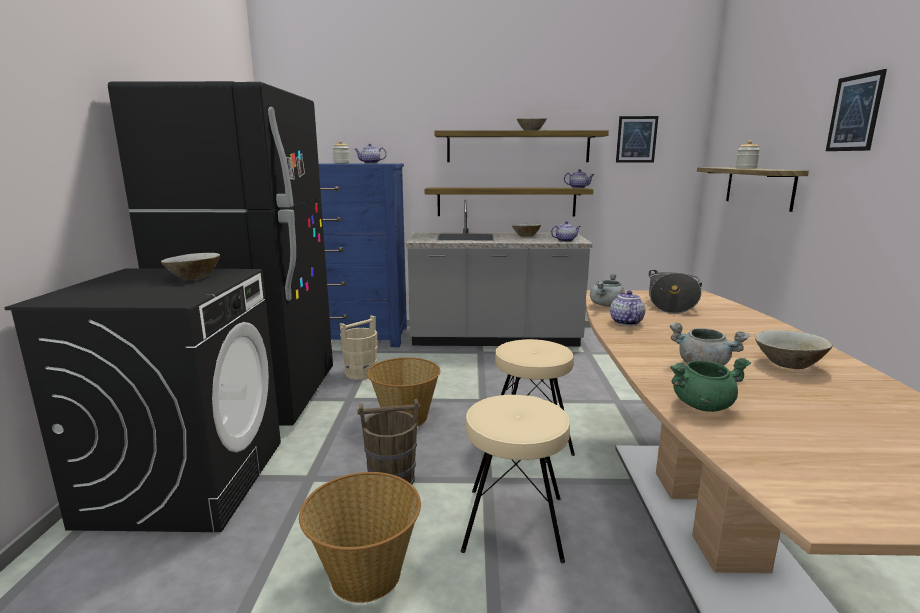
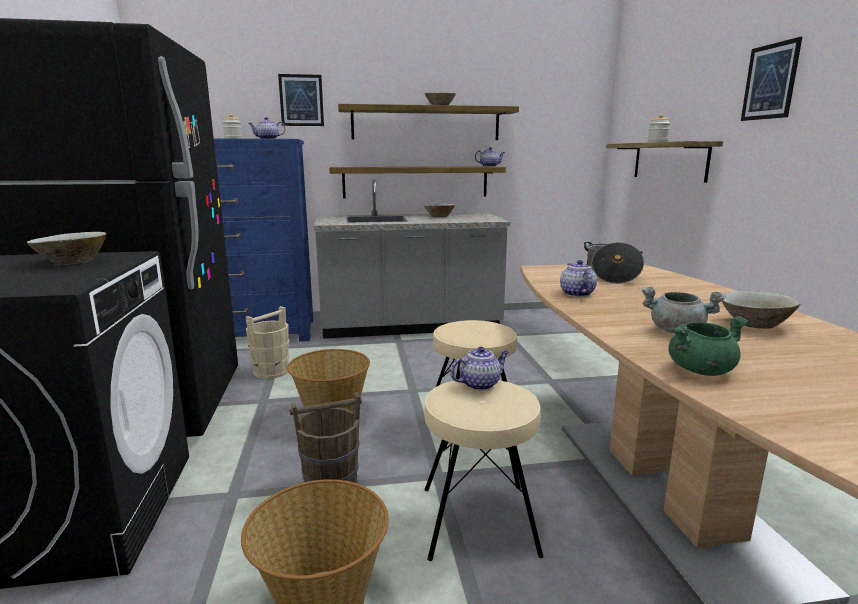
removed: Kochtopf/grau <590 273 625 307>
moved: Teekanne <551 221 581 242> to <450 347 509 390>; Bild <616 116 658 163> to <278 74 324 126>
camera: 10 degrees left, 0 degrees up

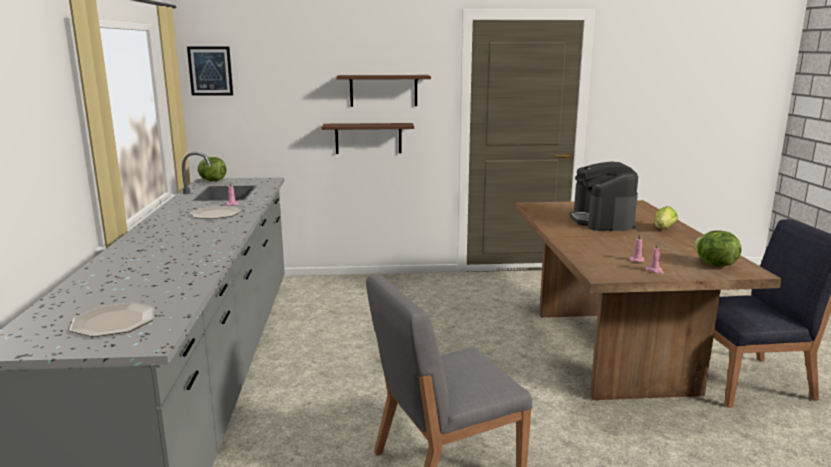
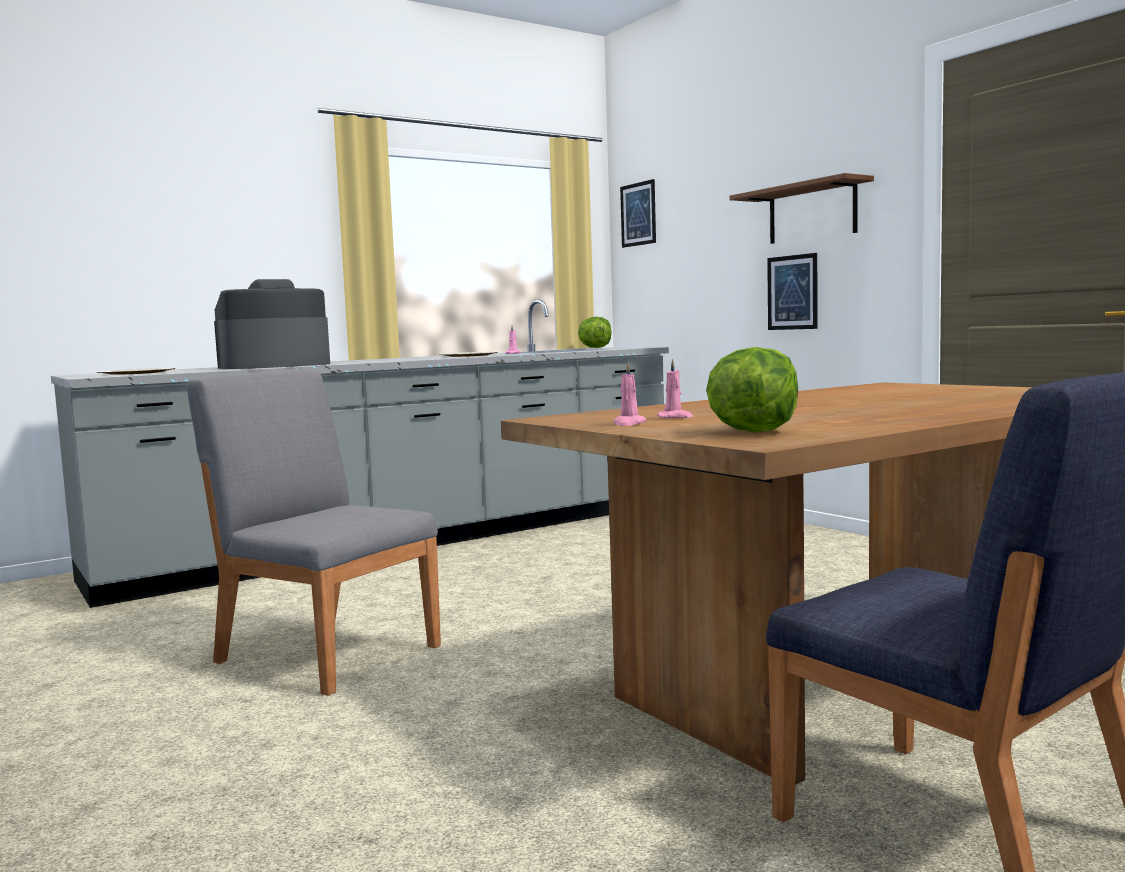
removed: Salatkopf <654 206 678 229>
moved: Kaffeemaschine <569 162 638 231> to <214 279 330 369>
replaced: Wandregal/braun <322 123 414 154> to Bild <767 253 818 330>
camera: 60 degrees right, 10 degrees down

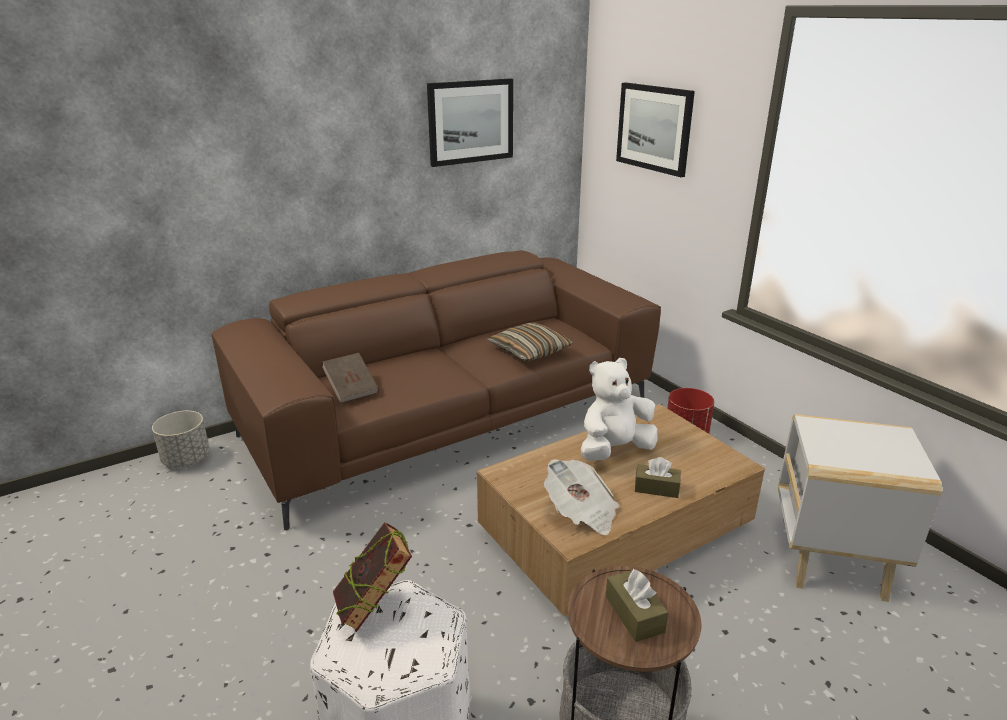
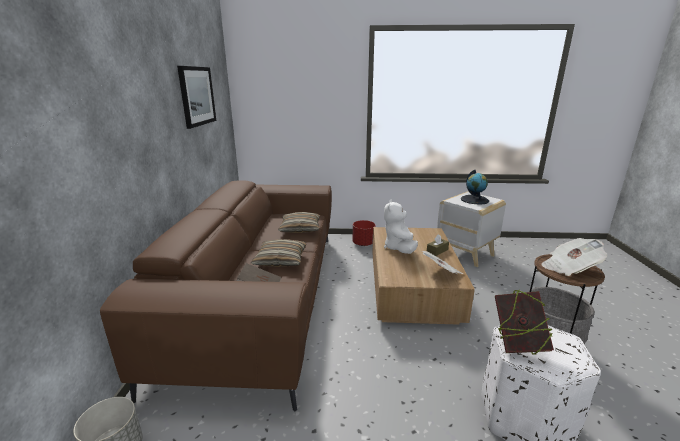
removed: Bild <616 82 695 177>
added: Kissen <251 239 306 267>; Globus <461 170 489 205>
replaced: Taschentuchbox/braun <606 568 668 642> to Zeitung <541 238 607 276>
camera: 55 degrees left, 5 degrees down

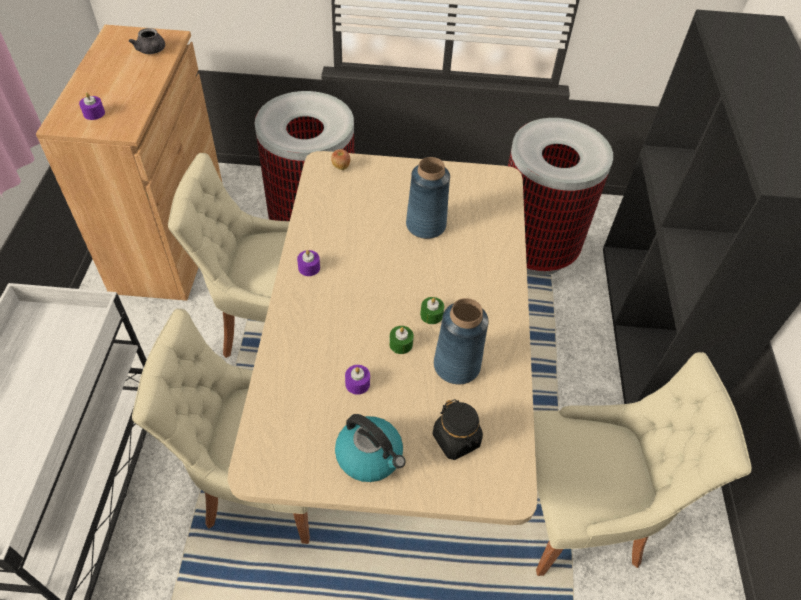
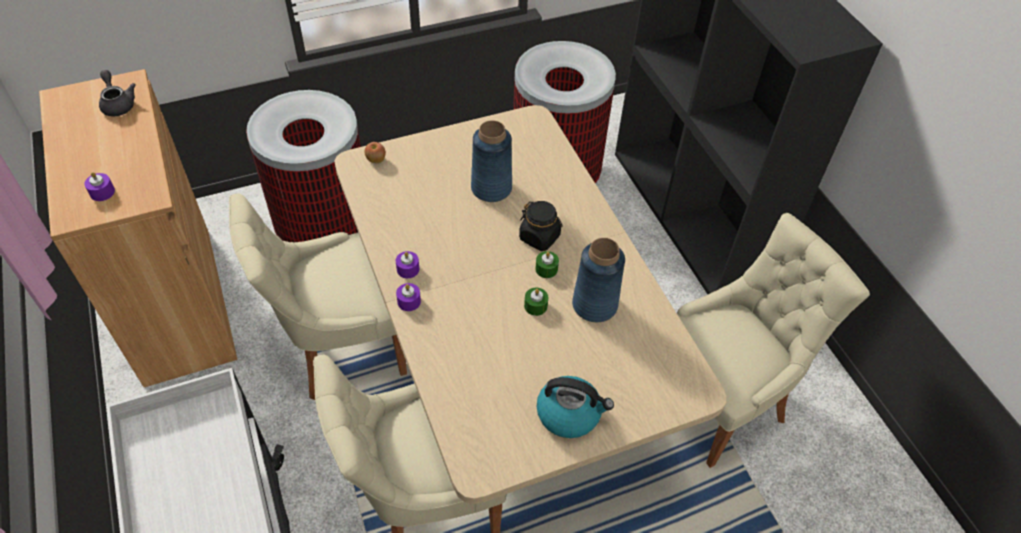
moved: Kerze/lila <345 365 370 395> to <396 283 421 311>; Vorratsglas/schwarz <432 399 483 460> to <519 201 563 251>
turned: Teekanne/grau <129 28 165 54> = <99 70 135 117> 150 degrees counterclockwise
camera: 25 degrees left, 0 degrees up

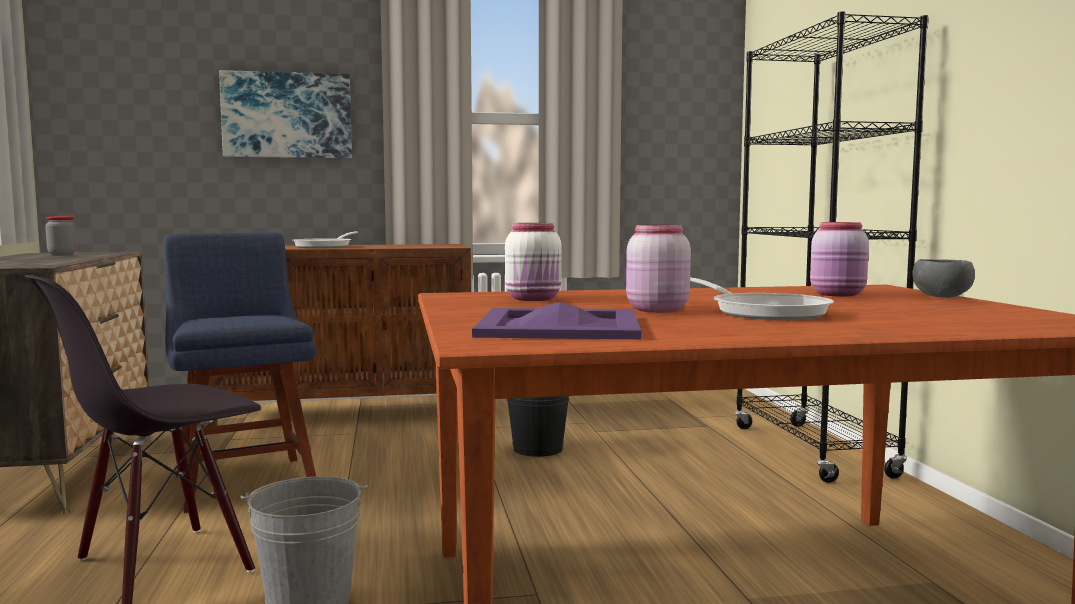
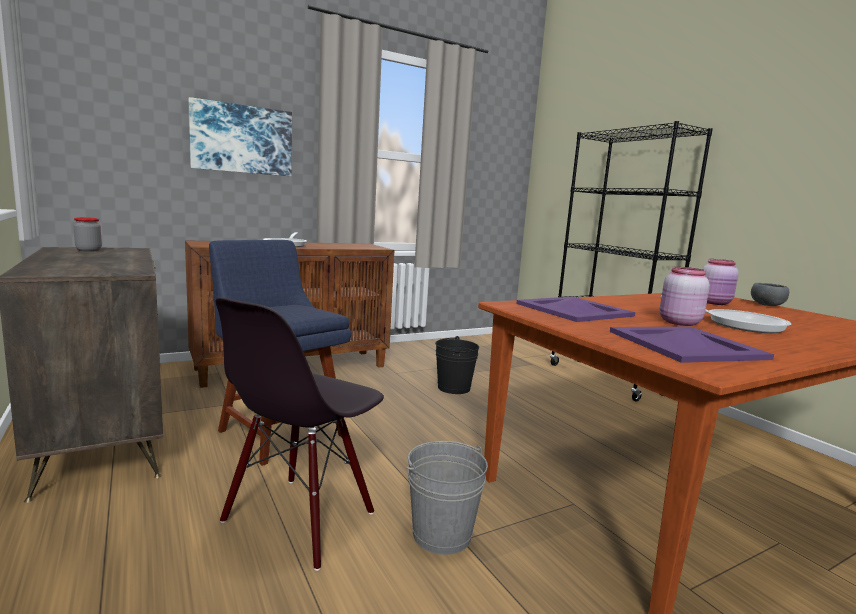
replaced: Vorratsglas/weiß <505 223 562 301> to Tablett/lila <517 297 635 322>
camera: 20 degrees left, 5 degrees up

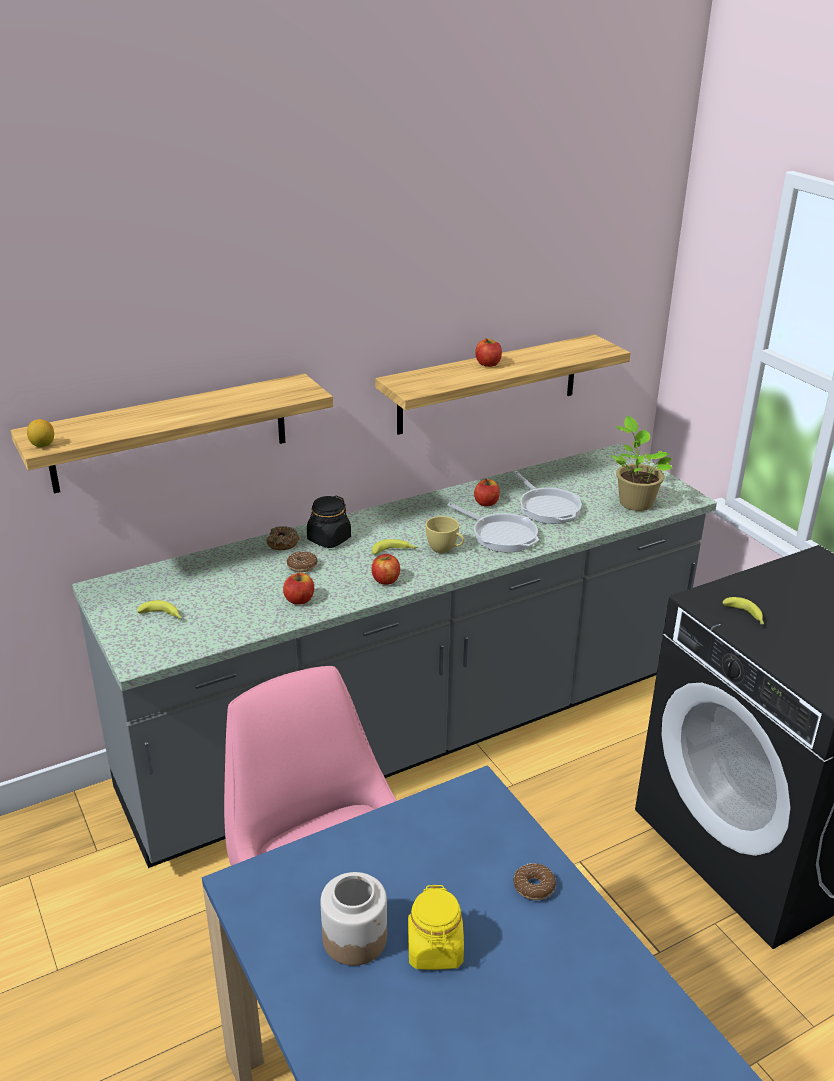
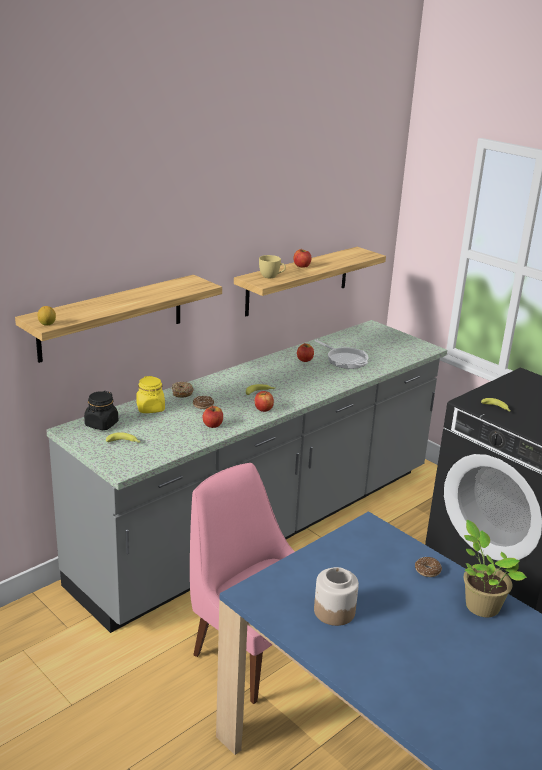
removed: Pfanne <447 503 539 553>
moved: Vorratsglas/schwarz <307 496 351 548> to <84 391 118 430>; Vorratsglas/gelb <408 885 464 970> to <136 376 165 413>; Tasse/gelb <426 516 464 553> to <259 255 286 278>; Topfpflanze <611 416 673 511> to <464 520 527 617>
camera: 15 degrees left, 5 degrees down

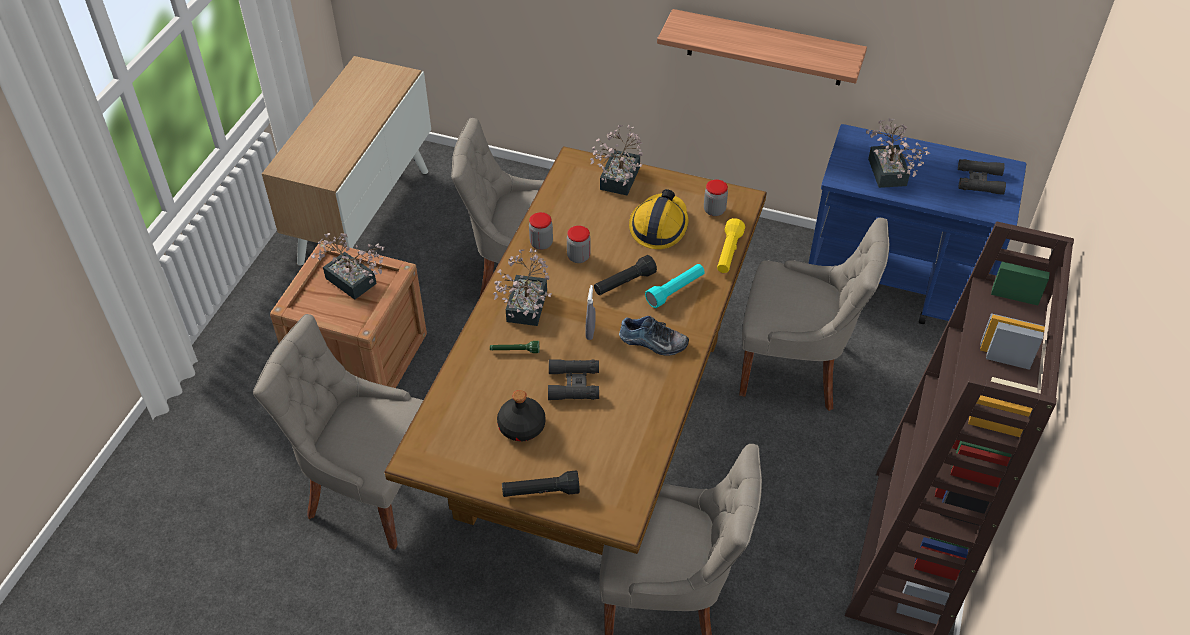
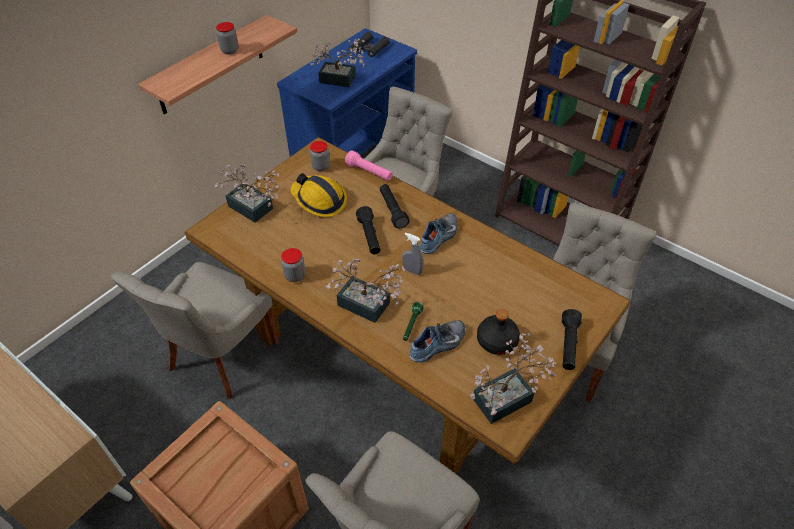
removed: Fernglas/schwarz <548 359 599 400>
added: Schuh <409 320 465 363>
moved: Topfpflanze <311 233 384 300> to <470 333 556 424>; Vorratsglas <567 226 591 263> to <216 22 239 54>
recoloured: Taschenlampe/türkis <645 264 705 308> to Taschenlampe/schwarz <380 184 409 229>; Taschenlampe/gelb <717 218 745 273> to Taschenlampe/rosa <345 150 393 181>
camera: 70 degrees left, 0 degrees up

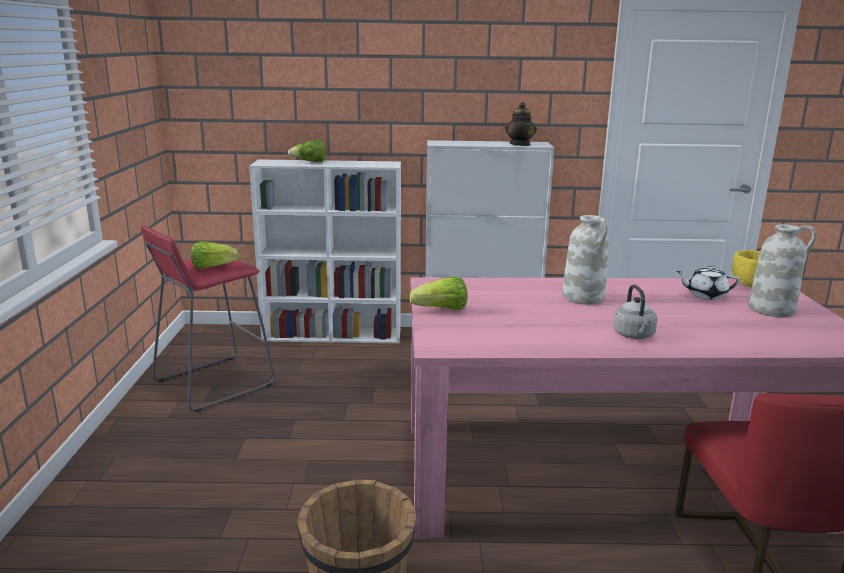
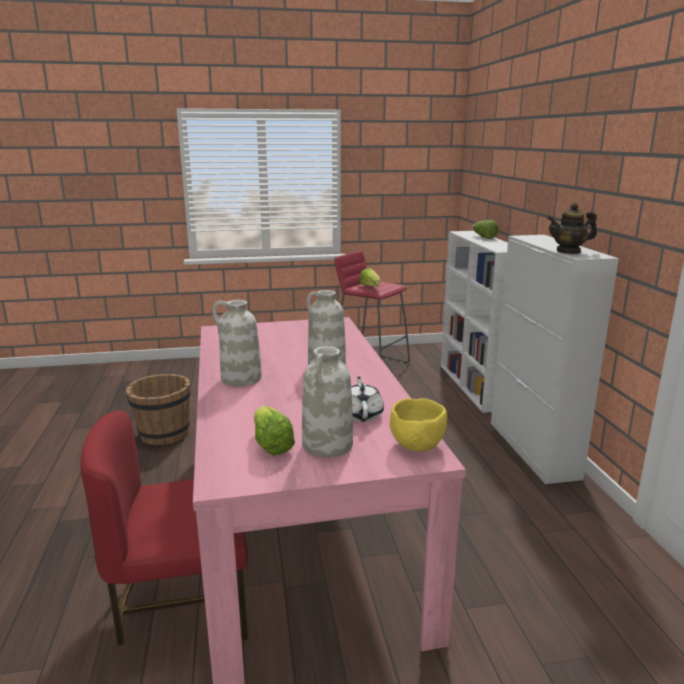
moved: Salatkopf <409 276 468 310> to <254 406 295 455>
replaced: Wasserkessel/grau <613 285 657 339> to Vase/weiß <212 300 262 386>
camera: 80 degrees right, 0 degrees up

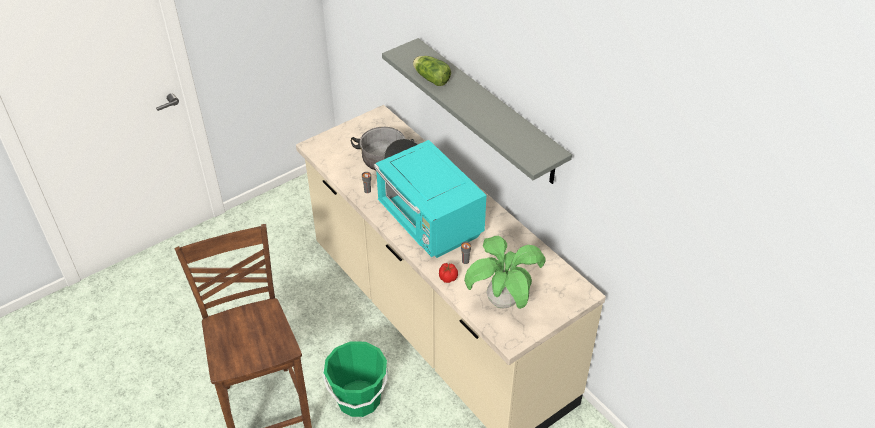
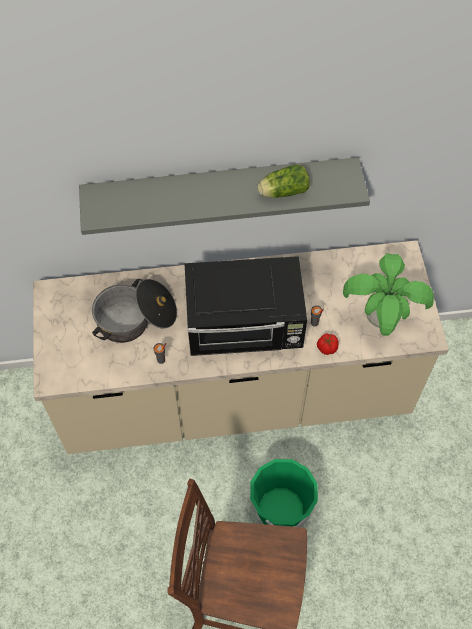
moved: Salatkopf <413 56 451 86> to <257 165 310 198>
recoloured: Mikrowelle/türkis <374 140 487 258> to Mikrowelle/schwarz <184 256 307 356>
camera: 60 degrees left, 15 degrees up

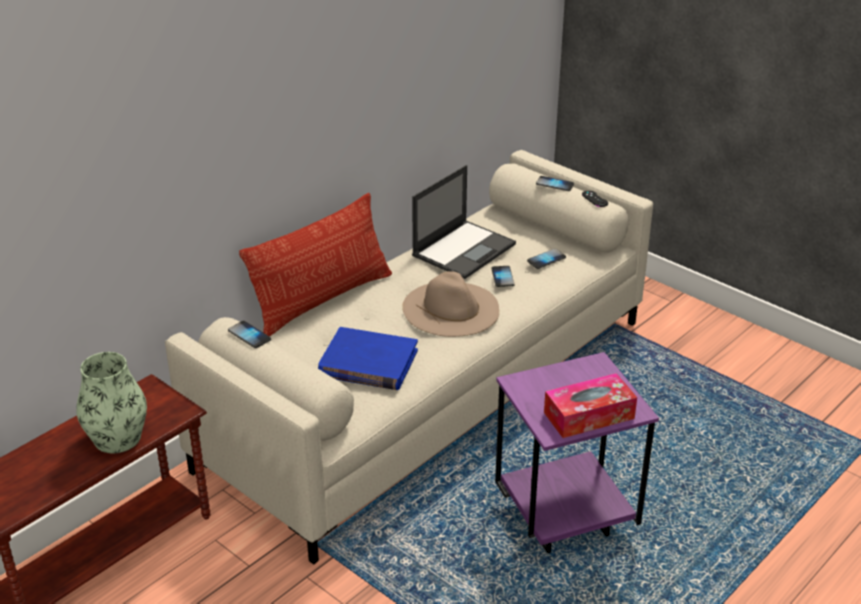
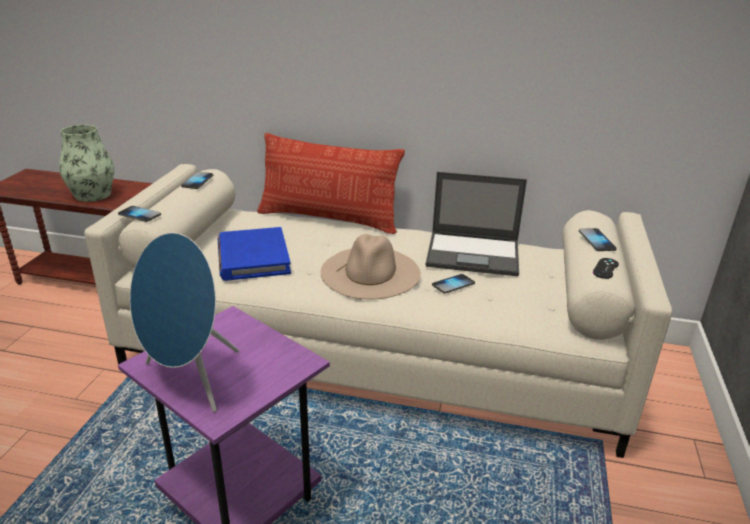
moved: Handy <527 249 566 269> to <118 206 161 222>
replaced: Taschentuchbox <544 373 637 438> to Lautsprecher/blau <130 232 239 412>
camera: 60 degrees right, 5 degrees down

